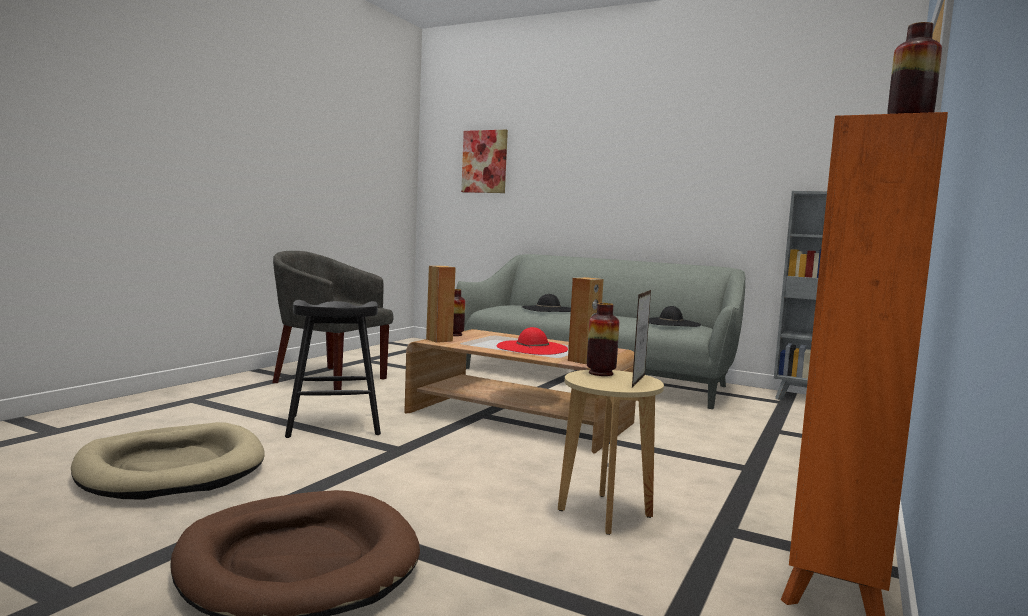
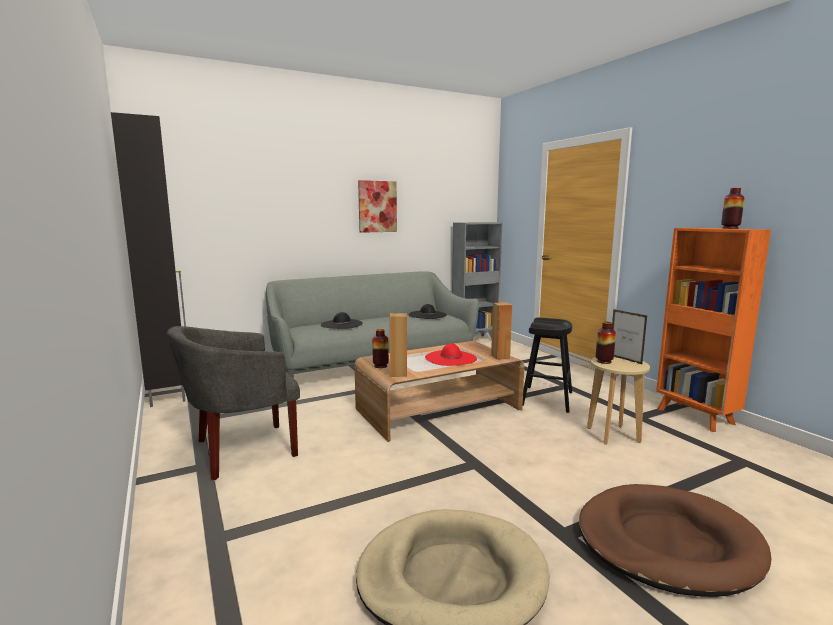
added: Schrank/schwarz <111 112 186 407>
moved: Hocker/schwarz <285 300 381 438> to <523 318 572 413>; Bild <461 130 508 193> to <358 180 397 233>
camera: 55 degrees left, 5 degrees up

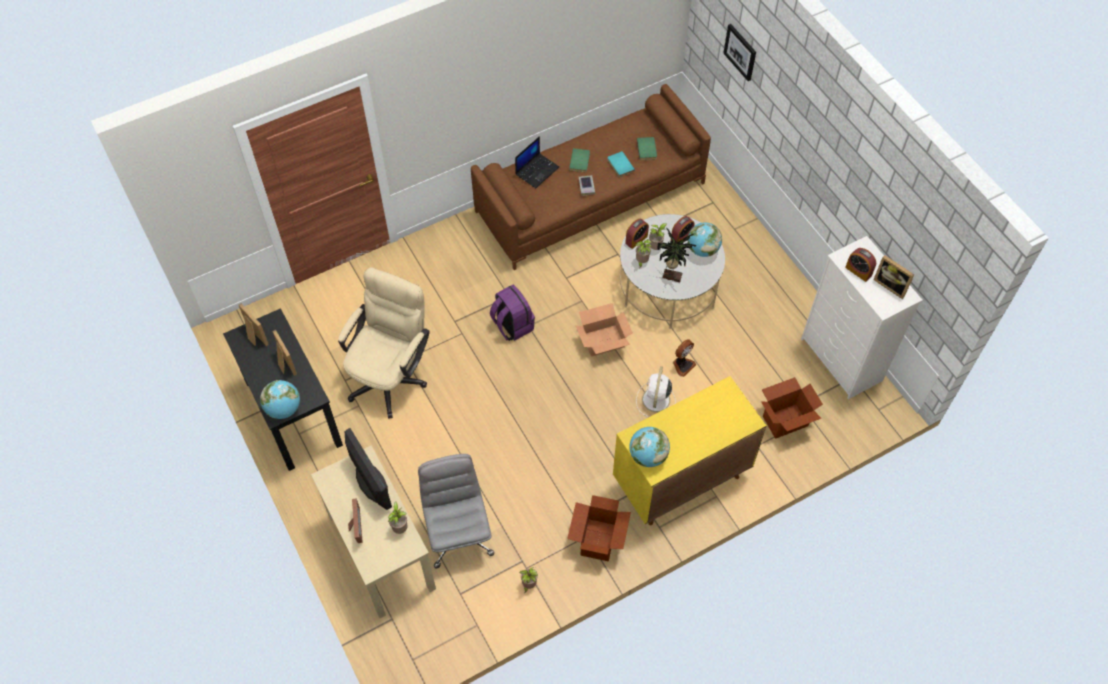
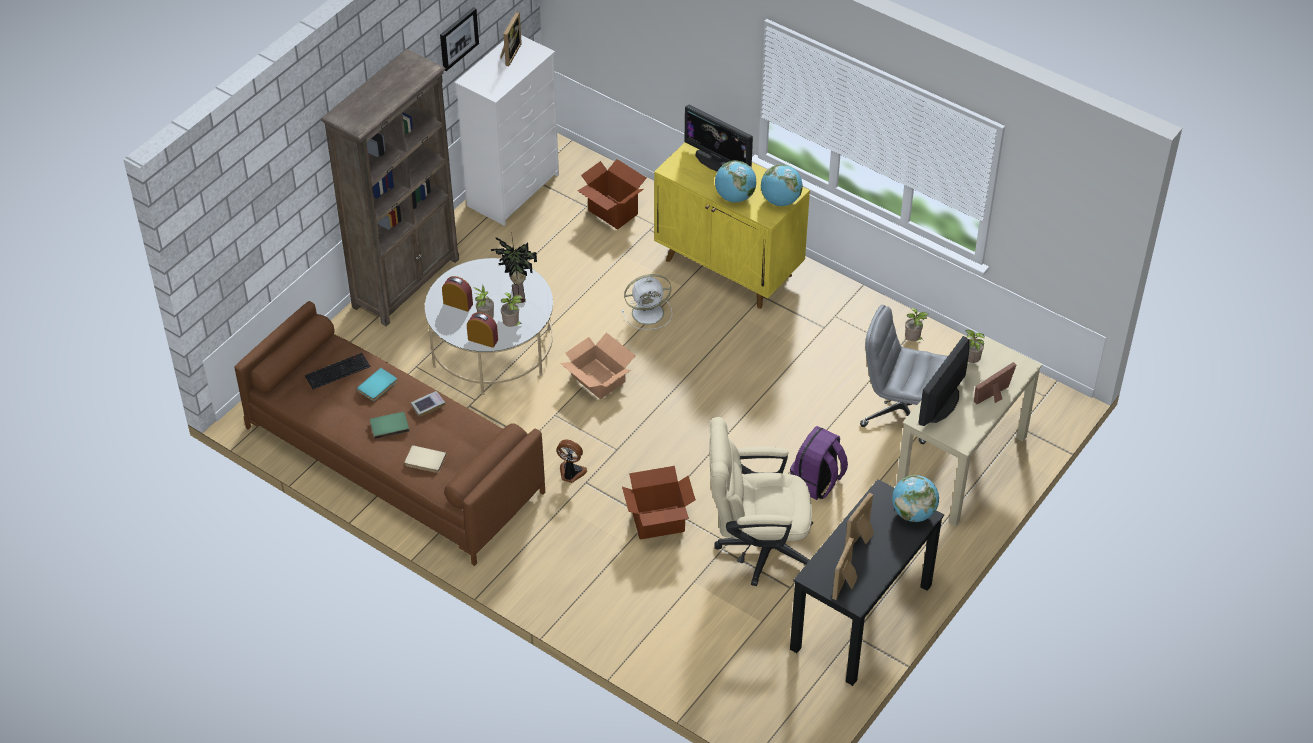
removed: Wecker <845 248 876 282>
added: Bücherregal/braun <321 49 459 326>; Monitor <685 105 753 172>
moved: Rucksack/lila <490 285 535 341> to <790 426 848 500>; Karton <567 495 631 561> to <622 466 696 540>; Ventilator <673 339 696 377> to <556 440 587 483>; Globus <688 222 722 257> to <715 161 756 202>; Bild <723 24 756 81> to <440 7 479 71>
replaced: Laptop <515 136 559 188> to Buch/beige <405 445 446 473>; Buch/grün <637 137 657 160> to Tastatur <305 353 371 390>
turned: Bürostuhl/grau <418 454 494 569> = <860 305 948 444> 60 degrees clockwise
camera: 115 degrees left, 10 degrees down

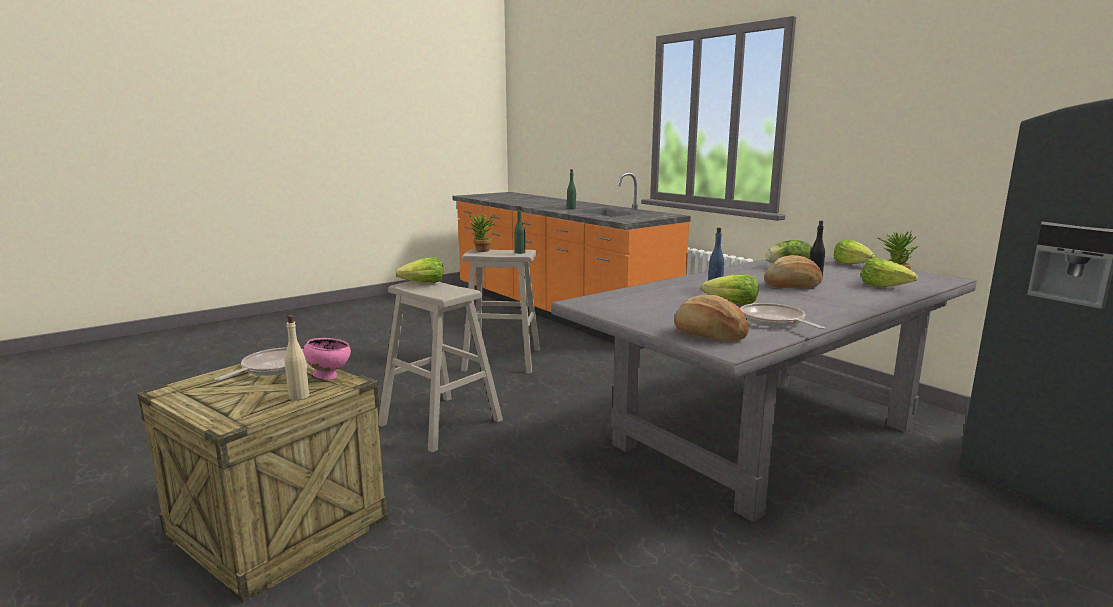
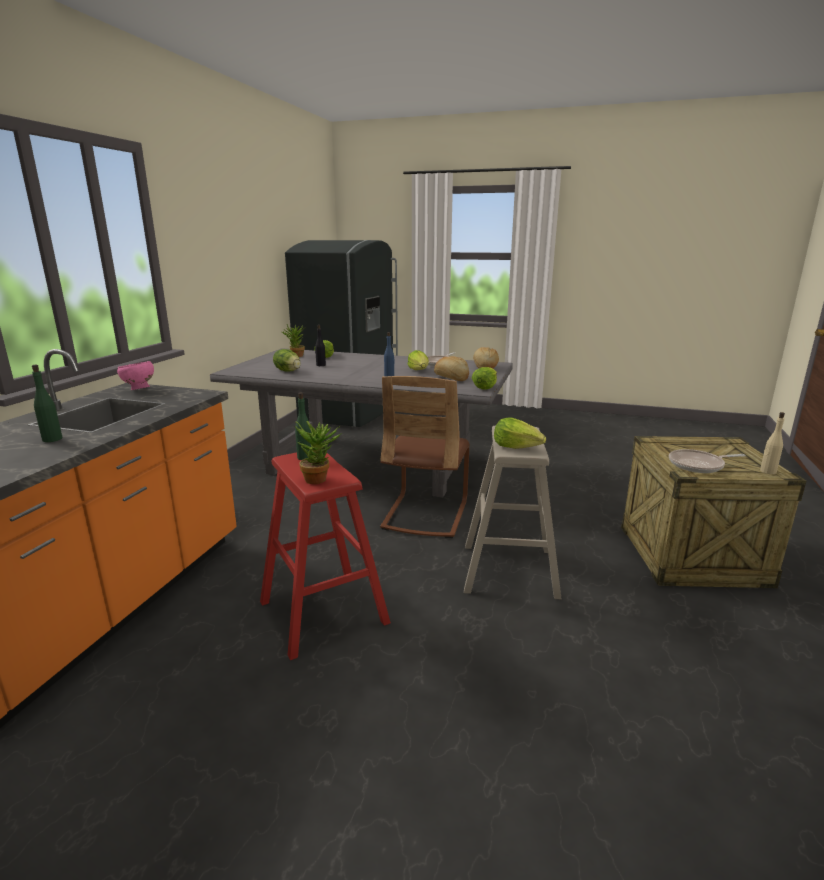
added: Stuhl/braun <380 376 470 538>
moved: Flasche/beige <285 315 309 400> to <760 412 785 474>; Schüssel/rosa <304 338 351 380> to <117 361 154 390>; Brot <764 255 822 288> to <434 356 469 381>; Salatkopf <833 239 876 264> to <472 367 497 390>
recoloured: Hocker/beige <461 249 540 374> to Hocker/rot <260 452 391 660>
camera: 125 degrees left, 5 degrees up

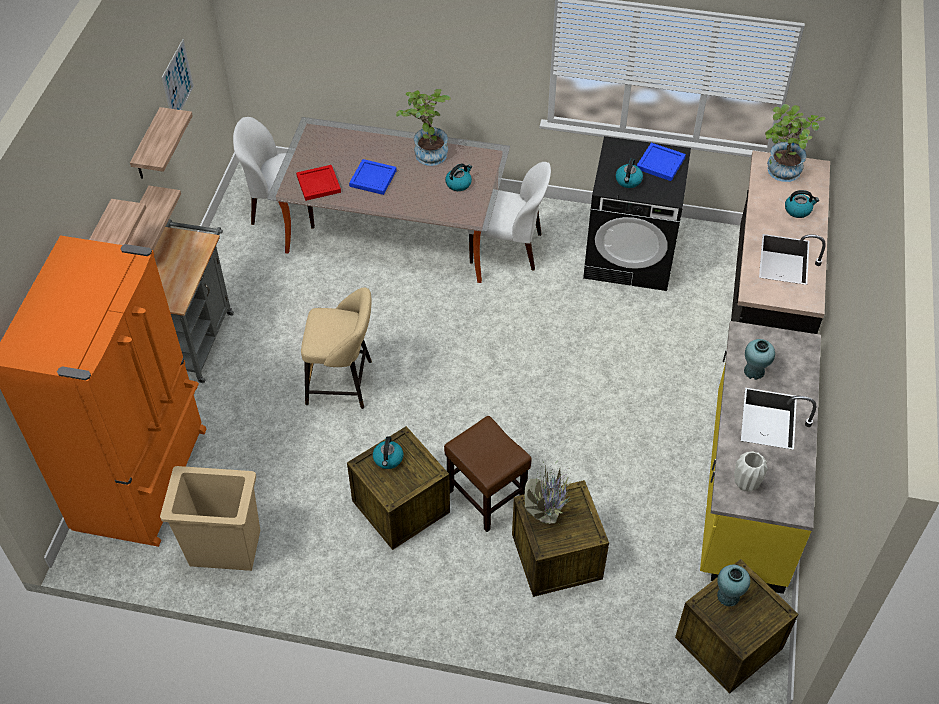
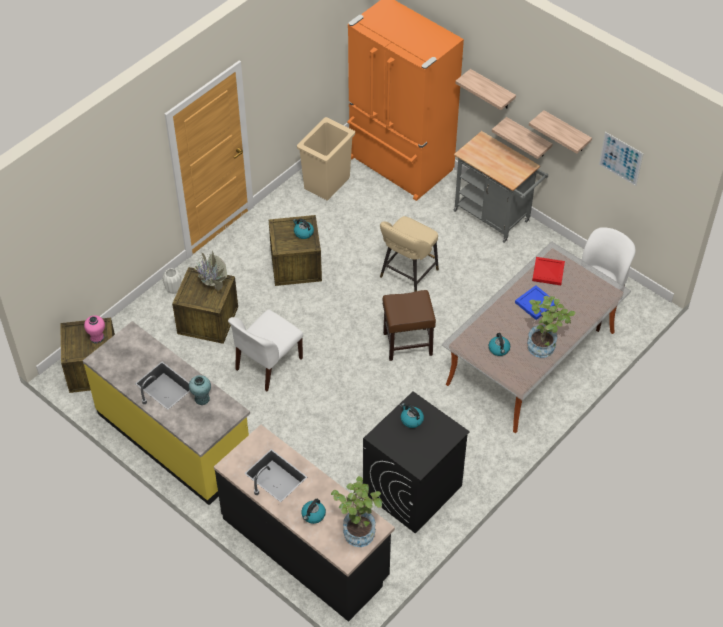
removed: Tablett/blau <637 143 686 181>
moved: Hocker/braun <444 416 532 532> to <383 290 436 361>; Stuhl/weiß <468 162 551 271> to <228 309 303 391>; Vase/weiß <734 451 768 492> to <162 268 181 294>
recoloured: Vase/türkis <717 565 750 607> to Vase/rosa <84 315 105 344>
camera: 120 degrees right, 0 degrees up

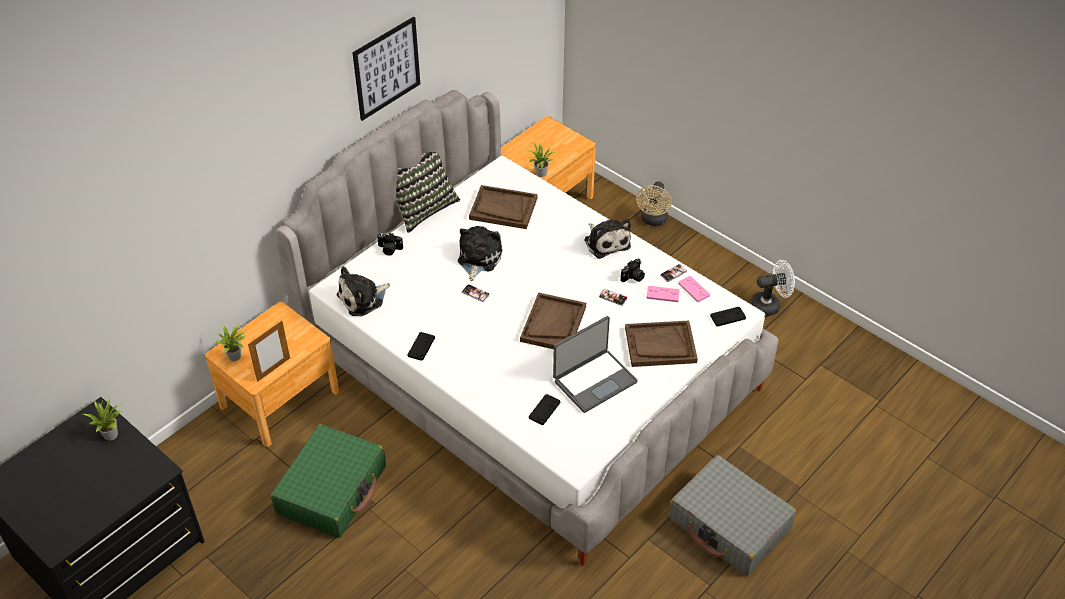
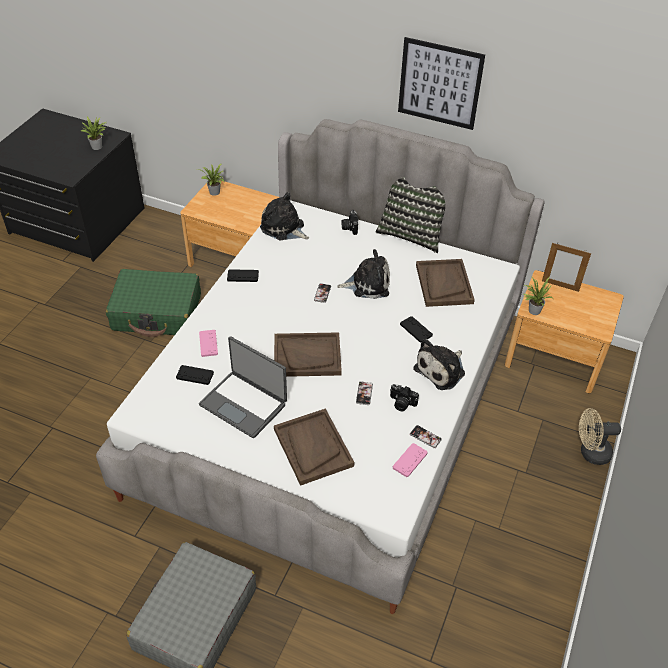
removed: Ventilator/weiß <751 260 795 316>
moved: Bilderrahmen <248 321 290 382> to <542 243 591 292>; Gamepad/rosa <646 286 680 302> to <199 330 218 357>; Gamepad/schwarz <710 307 746 327> to <400 316 433 343>
camera: 70 degrees right, 0 degrees up

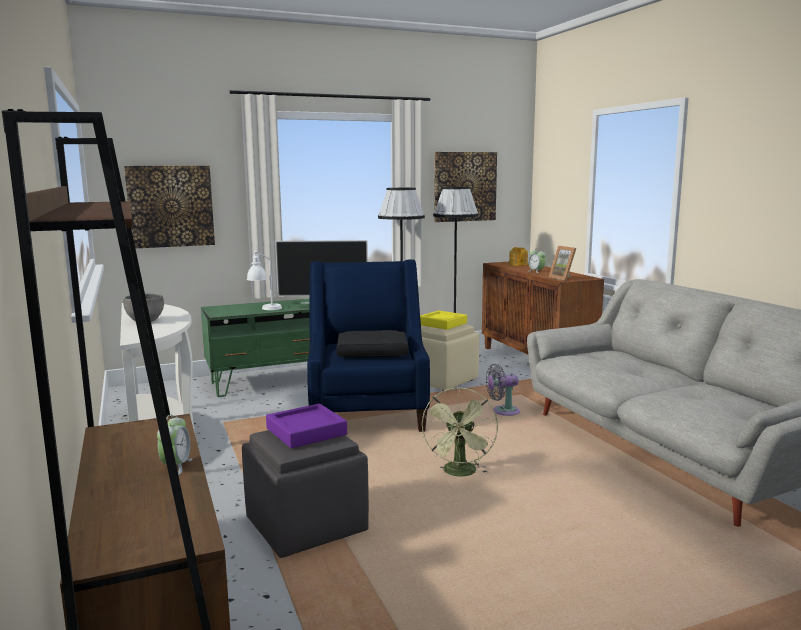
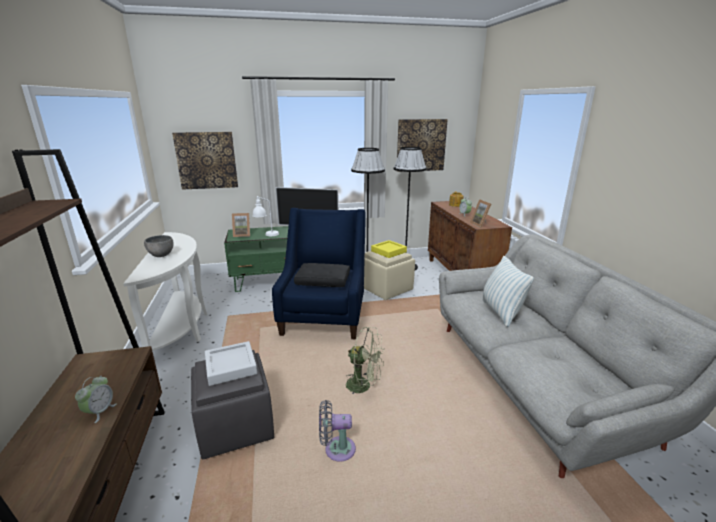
added: Bilderrahmen <232 213 250 237>; Kissen <482 256 534 327>
moved: Ventilator/grau <486 364 520 416> to <319 400 356 462>
recoloured: Tablett/lila <266 404 347 448> to Tablett/grau <205 341 257 386>
turned: Ventilator/grün <422 387 498 477> = <346 327 384 394> 90 degrees counterclockwise
camera: 10 degrees right, 10 degrees up

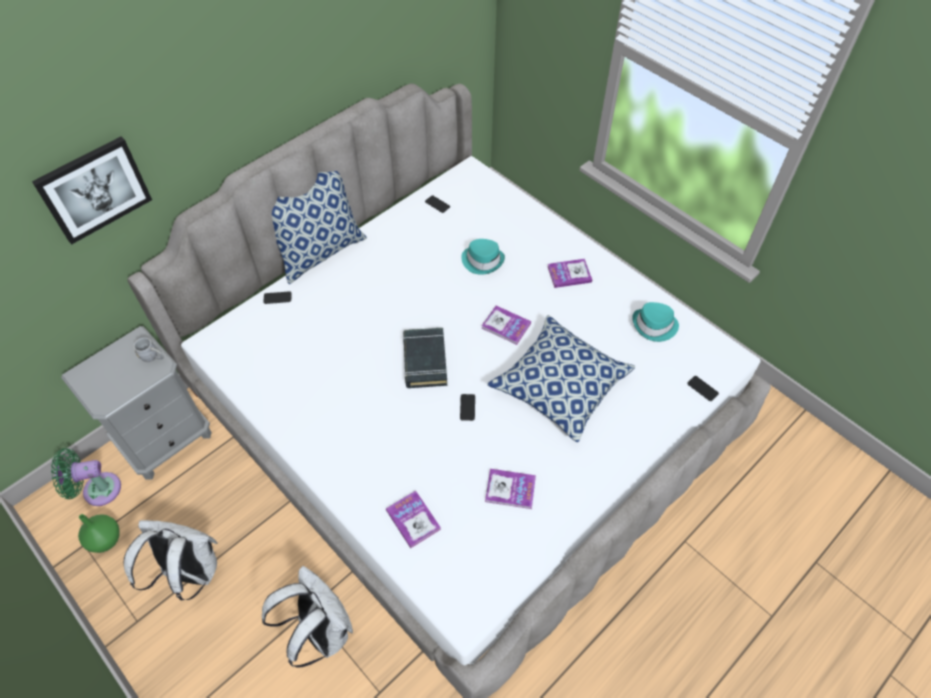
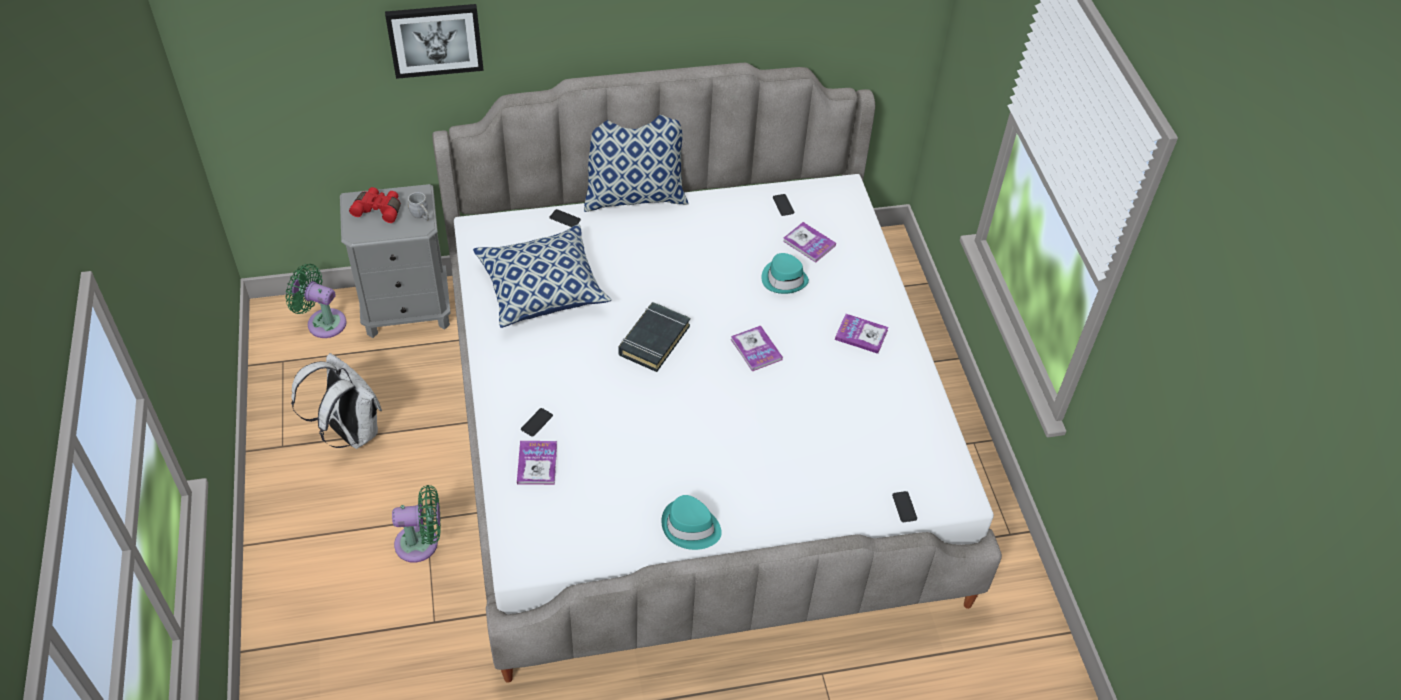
removed: Vase/grün <78 514 120 553>
added: Fernglas/rot <349 187 401 223>
moved: Handy <460 394 475 421> to <521 408 553 437>; Buch <485 469 536 509> to <783 222 836 262>; Kissen <487 315 635 442> to <473 224 611 328>; Hut/türkis <632 302 679 342> to <661 495 722 550>
replaced: Rucksack/weiß <262 566 353 667> to Ventilator/grün <392 485 441 563>
camera: 30 degrees right, 5 degrees down

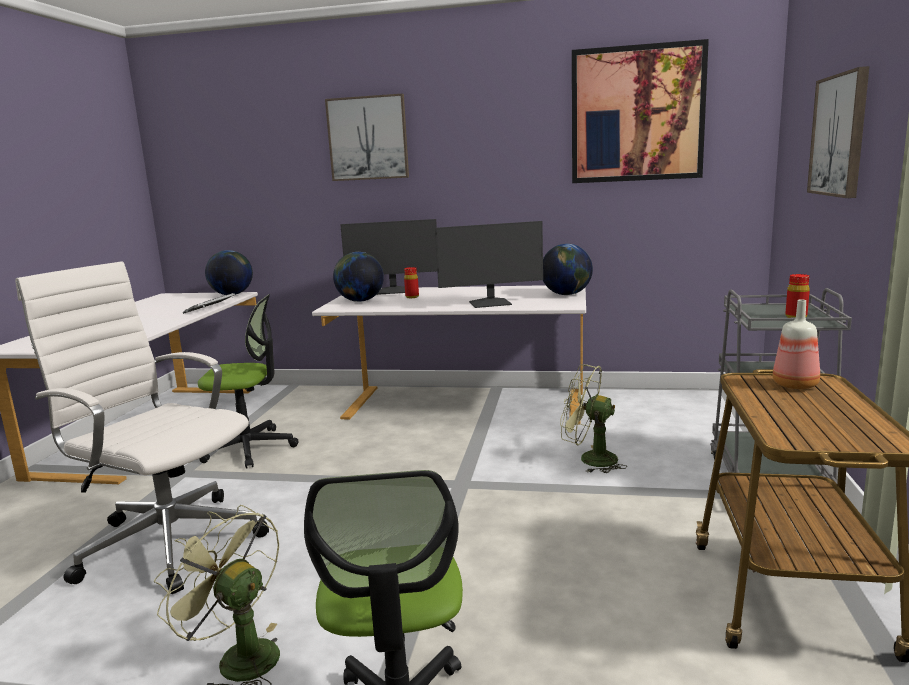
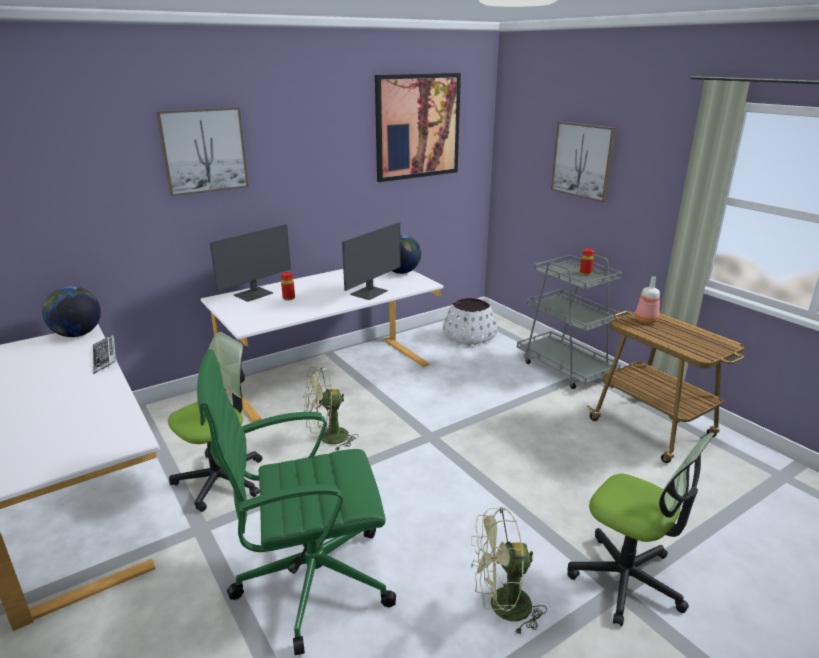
removed: Globus <333 252 384 302>
added: Pflanzkübel/weiß <443 298 498 345>
moved: Ventilator/grün <560 364 627 473> to <303 367 359 451>
recoloured: Bürostuhl/weiß <15 261 269 594> to Bürostuhl/grün <197 349 396 655>
camera: 45 degrees left, 10 degrees up

